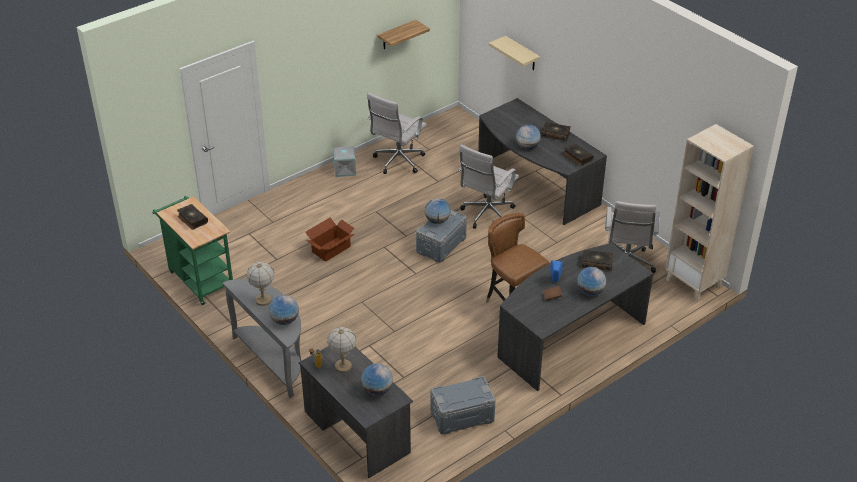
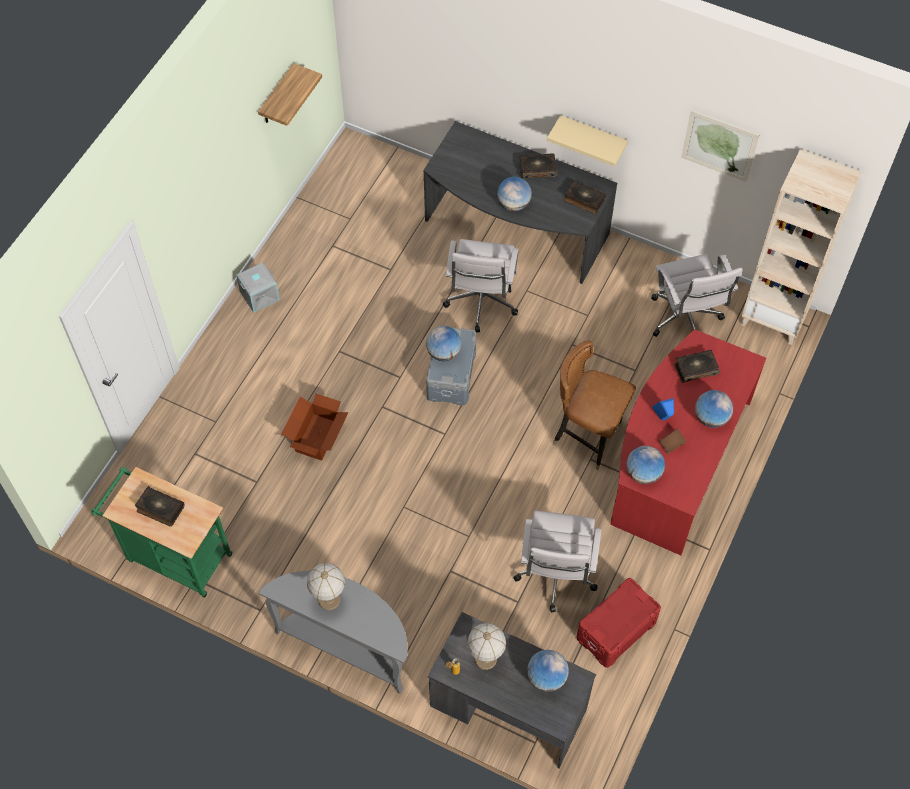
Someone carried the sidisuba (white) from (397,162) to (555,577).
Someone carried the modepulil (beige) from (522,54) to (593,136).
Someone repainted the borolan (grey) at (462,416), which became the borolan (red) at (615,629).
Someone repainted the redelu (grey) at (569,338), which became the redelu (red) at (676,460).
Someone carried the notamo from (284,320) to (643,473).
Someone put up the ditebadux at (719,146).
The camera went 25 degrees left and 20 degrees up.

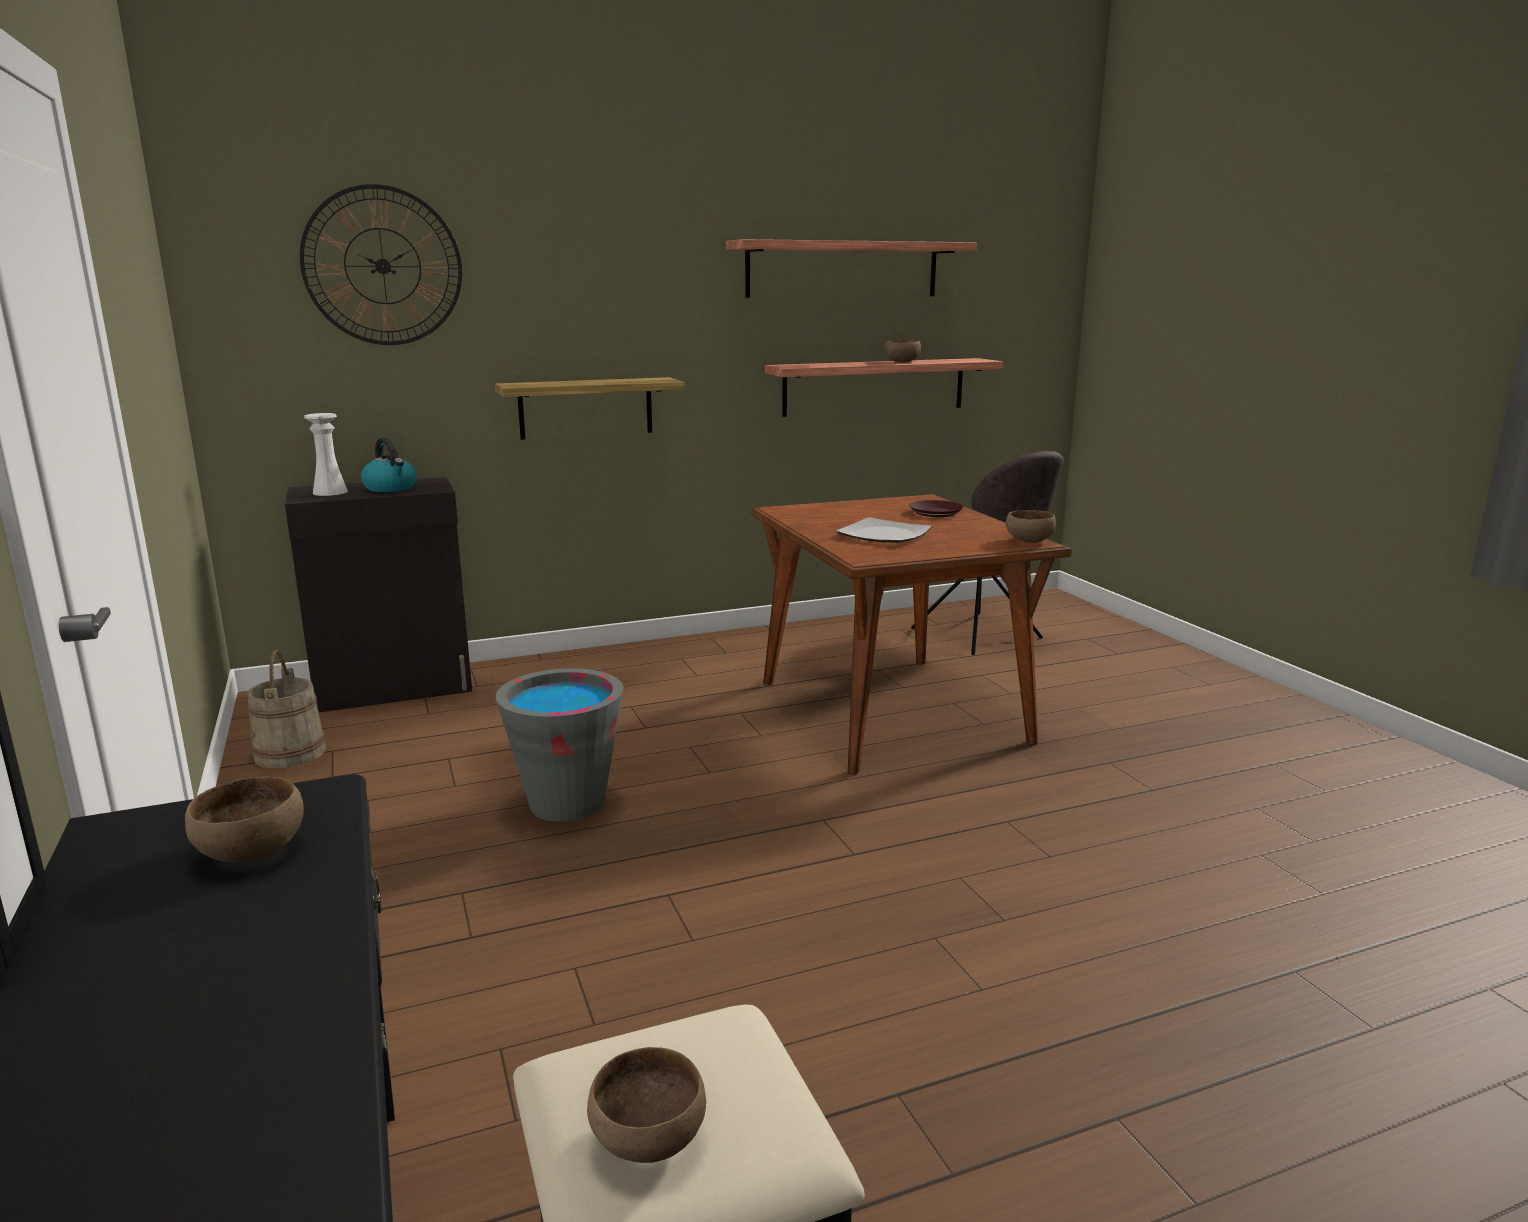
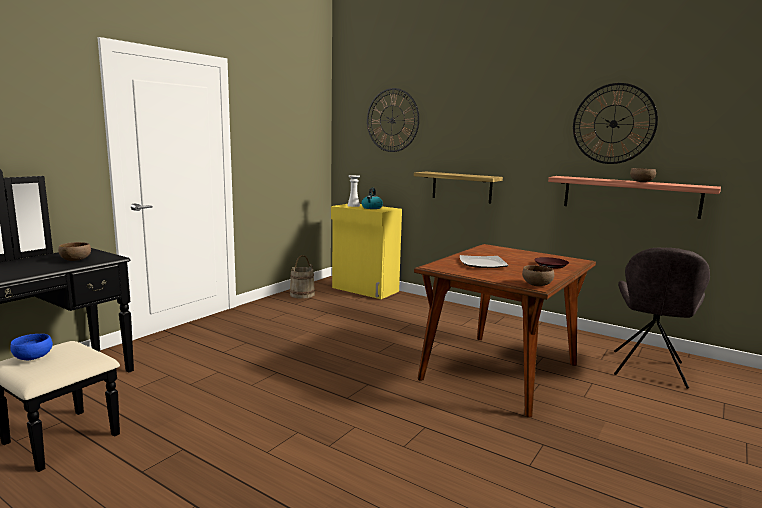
Someone repainted the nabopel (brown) at (646,1138), which became the nabopel (blue) at (32,357).
Someone repainted the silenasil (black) at (395,688), which became the silenasil (yellow) at (365,290).
Someone swapped the modepulil at (843,269) for the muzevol at (613,124).
Someone took away the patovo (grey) at (567,803).
The camera went 55 degrees right and 5 degrees down.

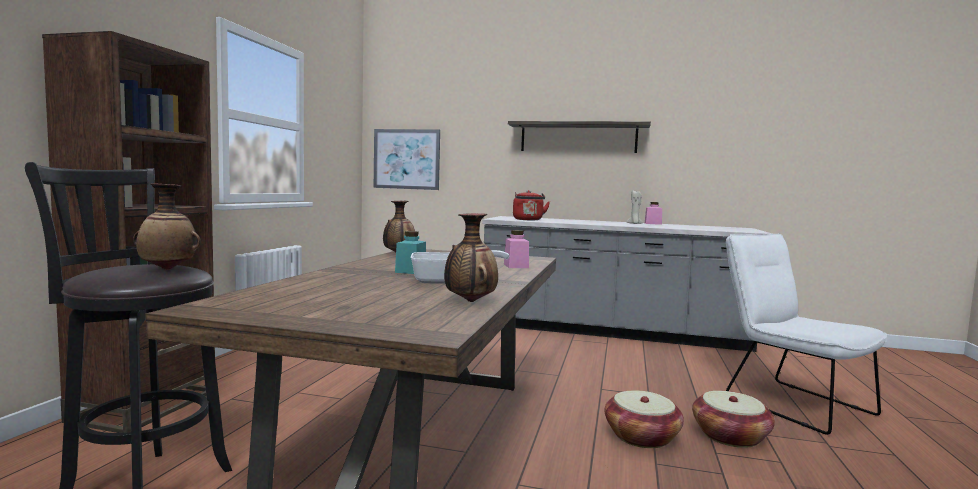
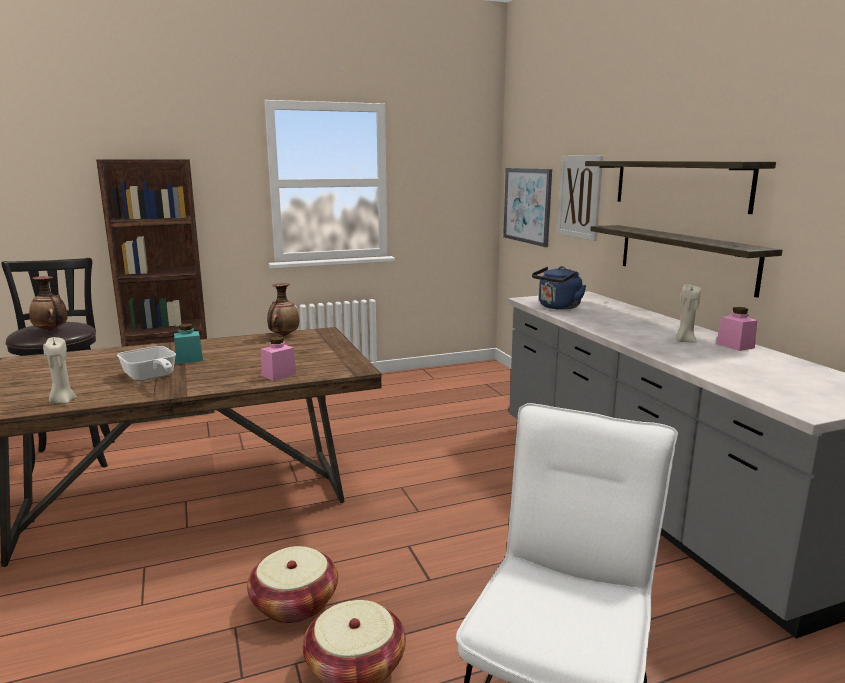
Someone swapped the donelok at (469,301) for the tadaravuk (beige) at (62,401).
Someone repainted the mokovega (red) at (528,220), which became the mokovega (blue) at (557,307).
Someone put up the ditebadux at (579,197).
Someone put up the modepulil at (685,257).
The camera went 55 degrees right and 10 degrees up.

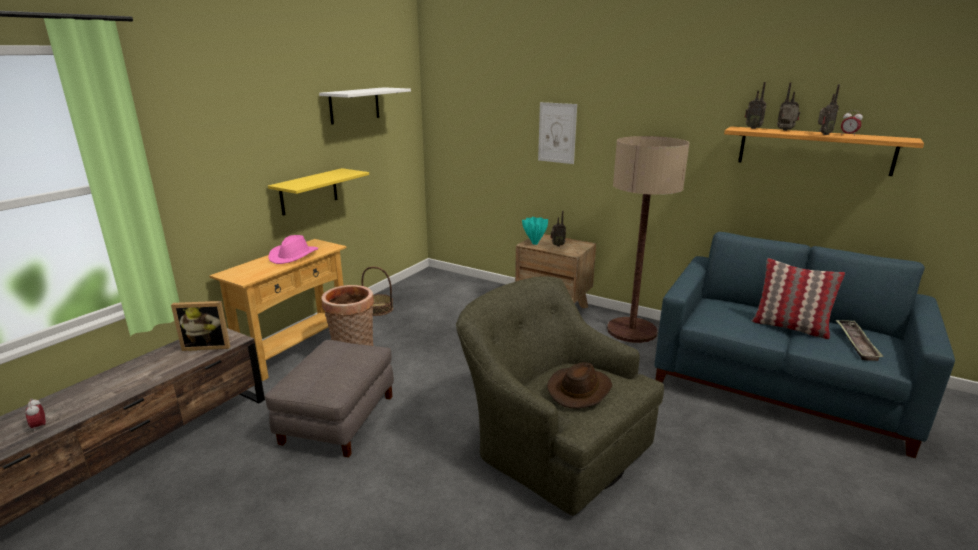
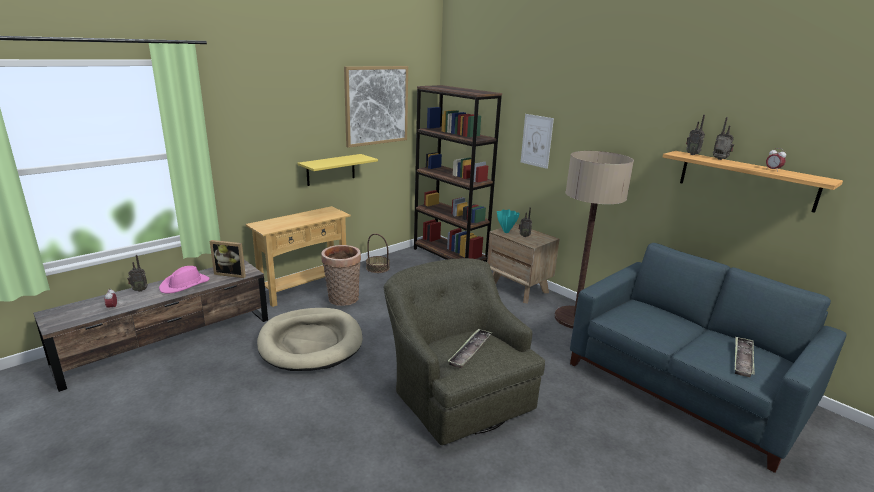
Someone carried the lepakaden from (823,134) to (139,290).
Someone carried the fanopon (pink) from (293,256) to (185,284).
Someone swapped the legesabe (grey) at (338,418) for the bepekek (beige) at (310,342).
Someone swapped the modepulil (white) at (354,105) for the ditebadux at (376,105).
Someone put down the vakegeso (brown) at (449,256).
Someone swapped the fanopon (brown) at (580,389) for the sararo at (470,351).
Someone took away the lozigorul at (790,327).
The camera went 15 degrees right and 0 degrees up.

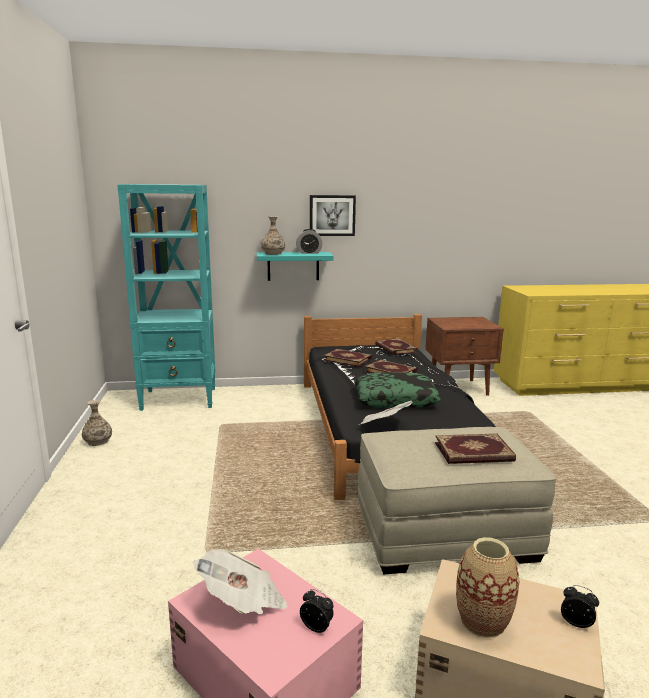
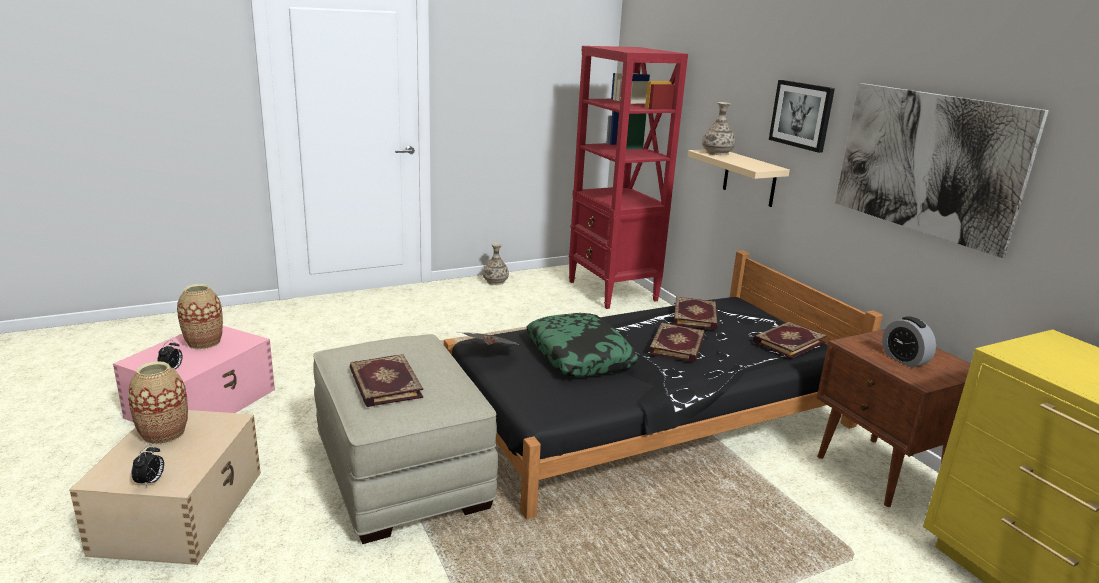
Someone swapped the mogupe at (243,602) for the donelok at (204,343).
Someone repainted the vakegeso (turquoise) at (180,399), which became the vakegeso (red) at (612,291).
Someone repainted the modepulil (turquoise) at (293,266), which became the modepulil (beige) at (749,178).
Someone put up the ditebadux at (927,163).
Someone carried the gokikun from (309,253) to (904,359).
The camera went 70 degrees right and 5 degrees up.

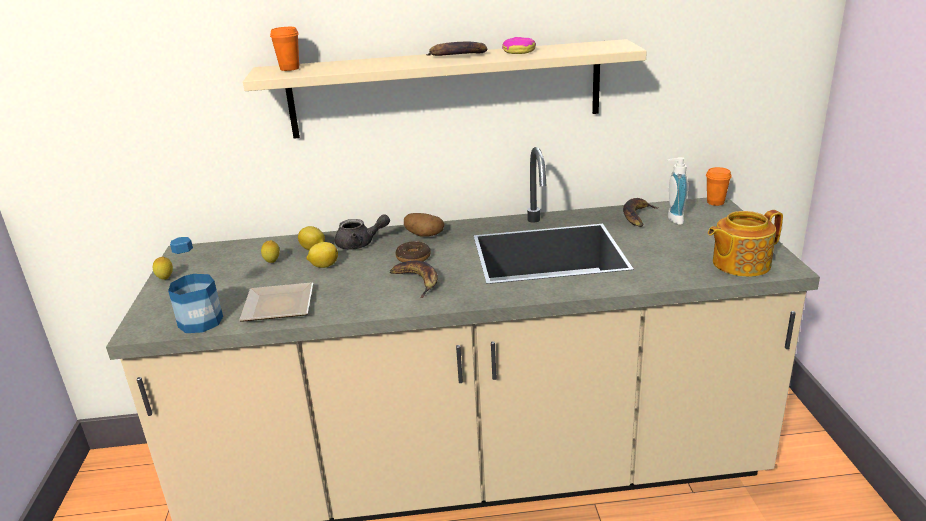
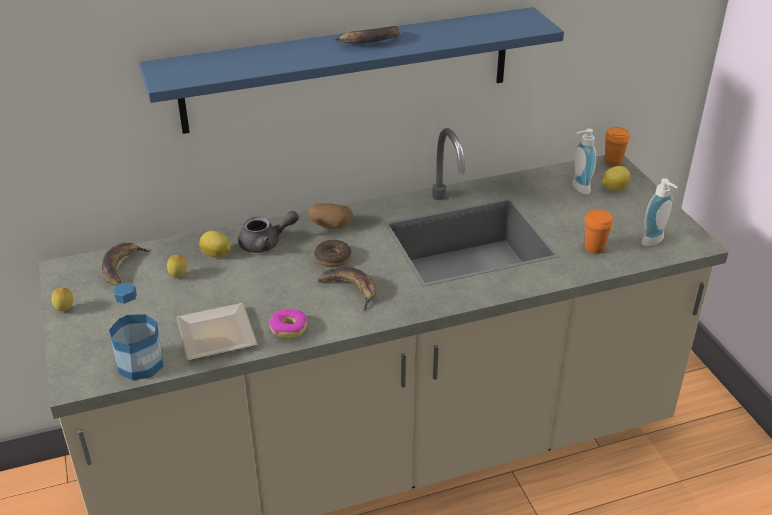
Someone carried the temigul from (638,216) to (123,267).
Someone repainted the modepulil (beige) at (445,89), which became the modepulil (blue) at (348,70).
Someone carried the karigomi from (519,51) to (288,328).
Someone carried the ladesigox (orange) from (289,68) to (594,248).
Someone carried the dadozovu from (324,266) to (614,188).
Someone swapped the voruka at (739,264) for the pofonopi at (655,242).
The camera went 15 degrees left and 10 degrees up.

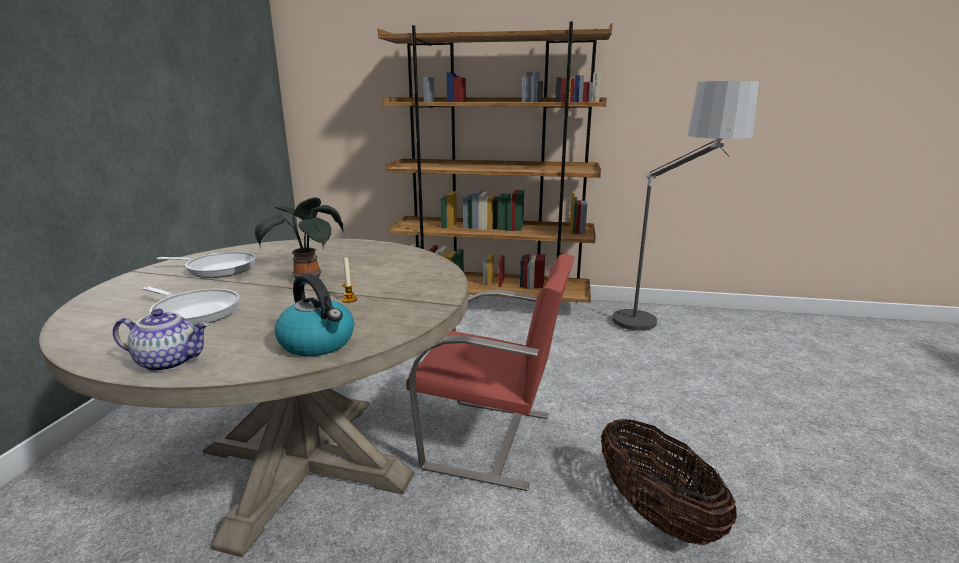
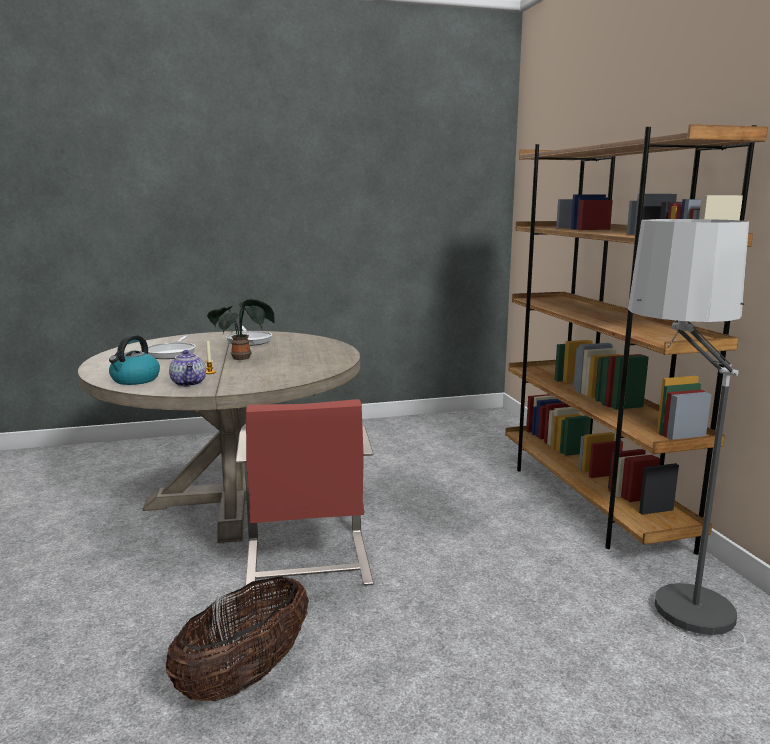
Someone carried the voruka from (170,361) to (189,383).
The camera went 65 degrees right and 5 degrees down.

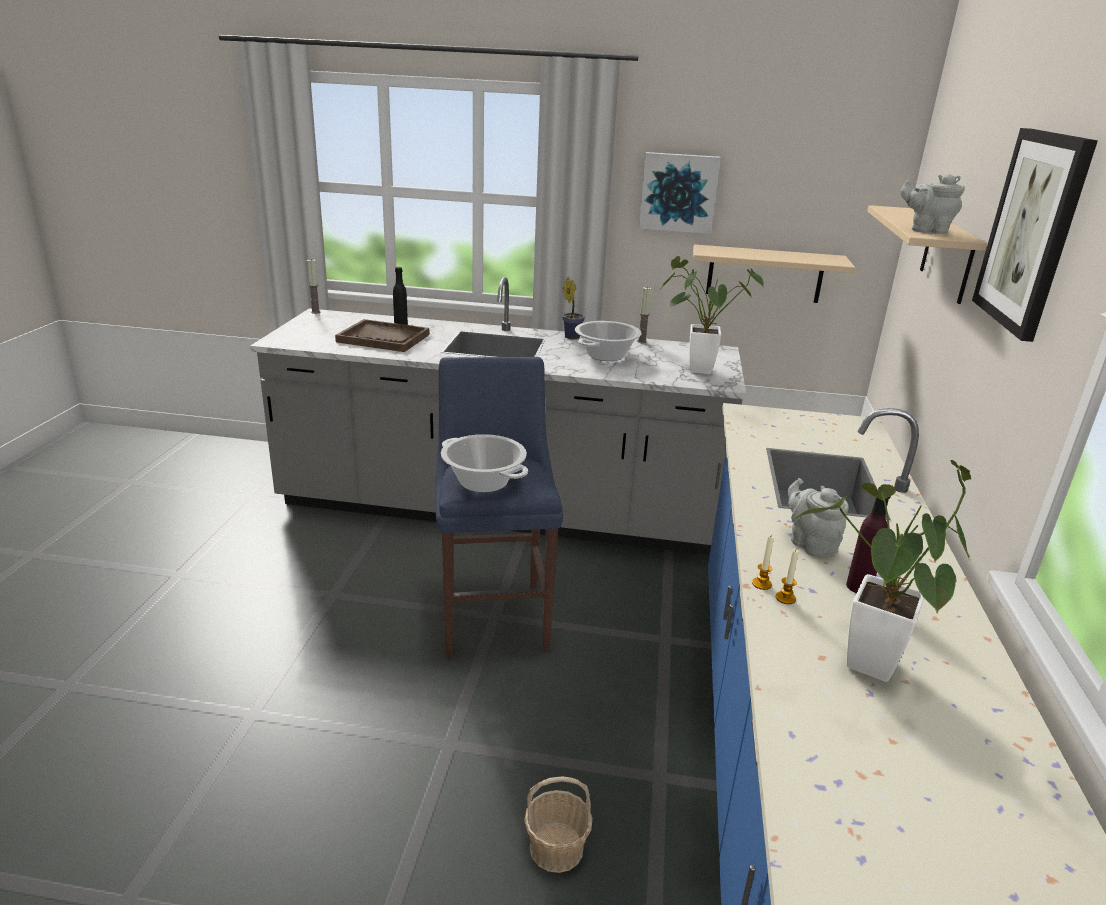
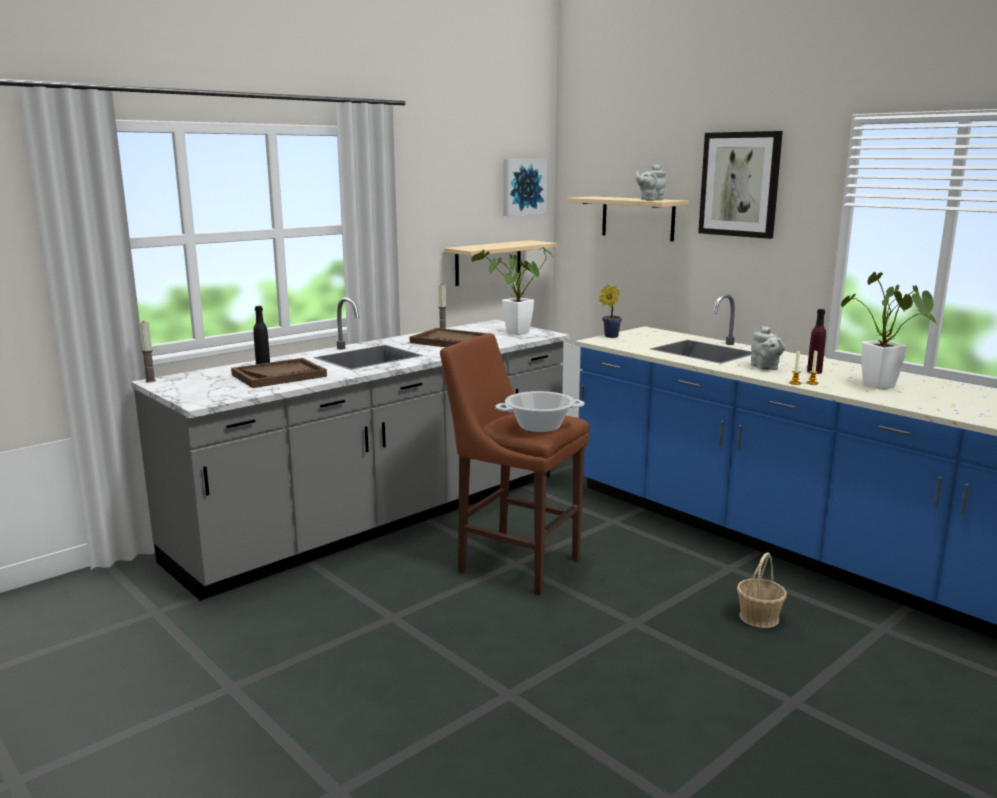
Someone swapped the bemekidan at (606,355) for the sararo (brown) at (450,341).
Someone repainted the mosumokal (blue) at (494,615), which became the mosumokal (brown) at (514,563).
Someone carried the ditebadux from (678,192) to (523,187).
Someone carried the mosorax from (571,336) to (609,336).
Someone rotated the voruka (grey) at (810,543) by 120 degrees counterclockwise.
The camera went 50 degrees left and 10 degrees down.

